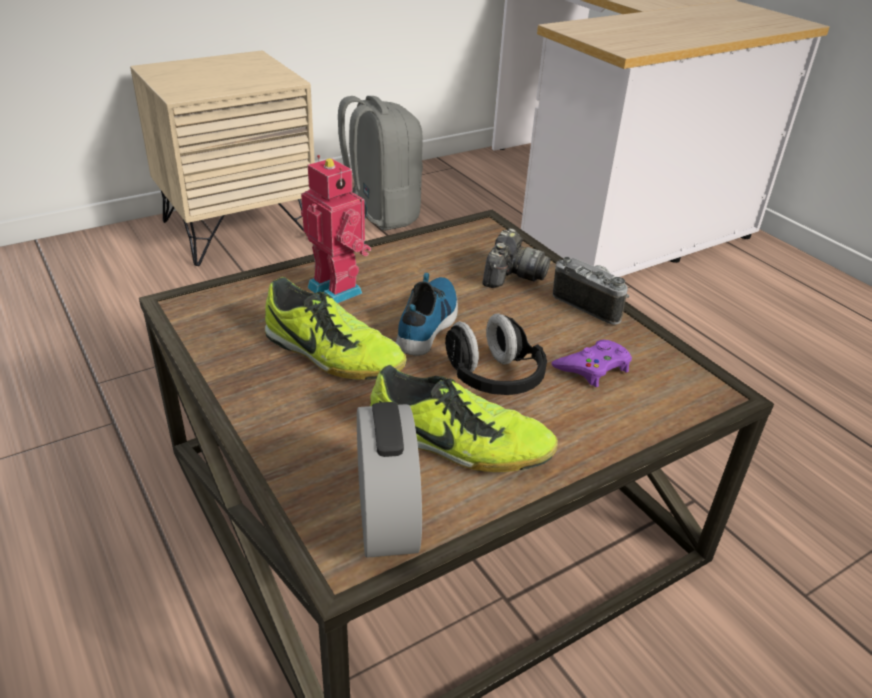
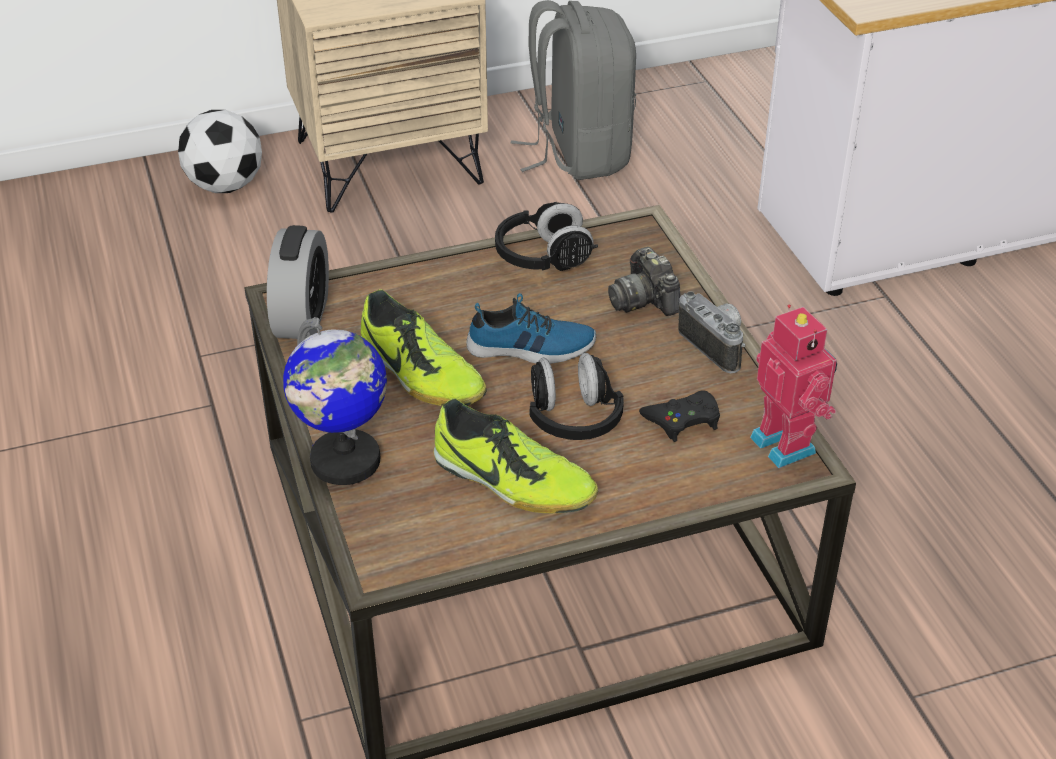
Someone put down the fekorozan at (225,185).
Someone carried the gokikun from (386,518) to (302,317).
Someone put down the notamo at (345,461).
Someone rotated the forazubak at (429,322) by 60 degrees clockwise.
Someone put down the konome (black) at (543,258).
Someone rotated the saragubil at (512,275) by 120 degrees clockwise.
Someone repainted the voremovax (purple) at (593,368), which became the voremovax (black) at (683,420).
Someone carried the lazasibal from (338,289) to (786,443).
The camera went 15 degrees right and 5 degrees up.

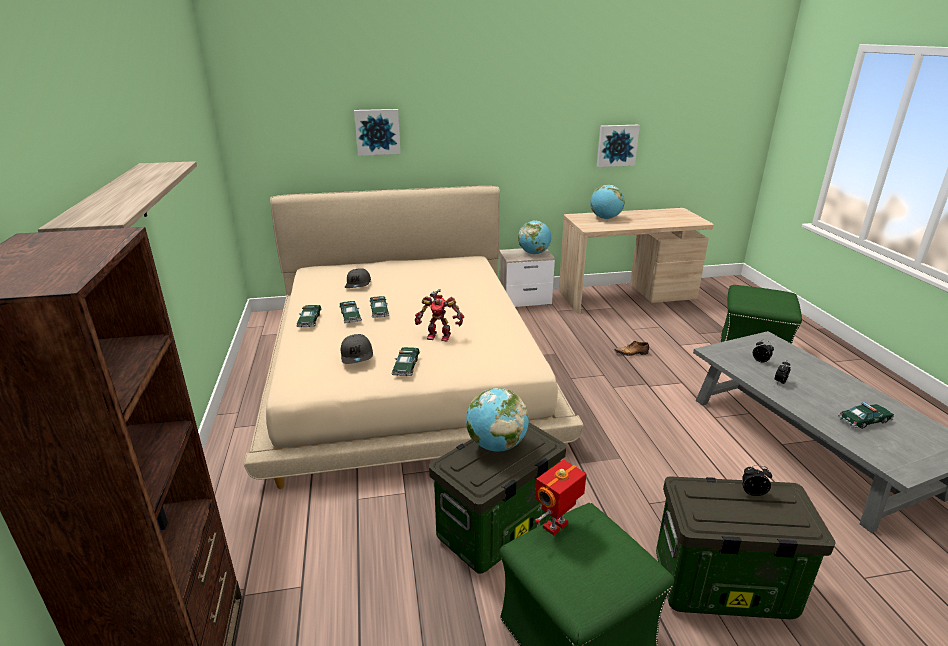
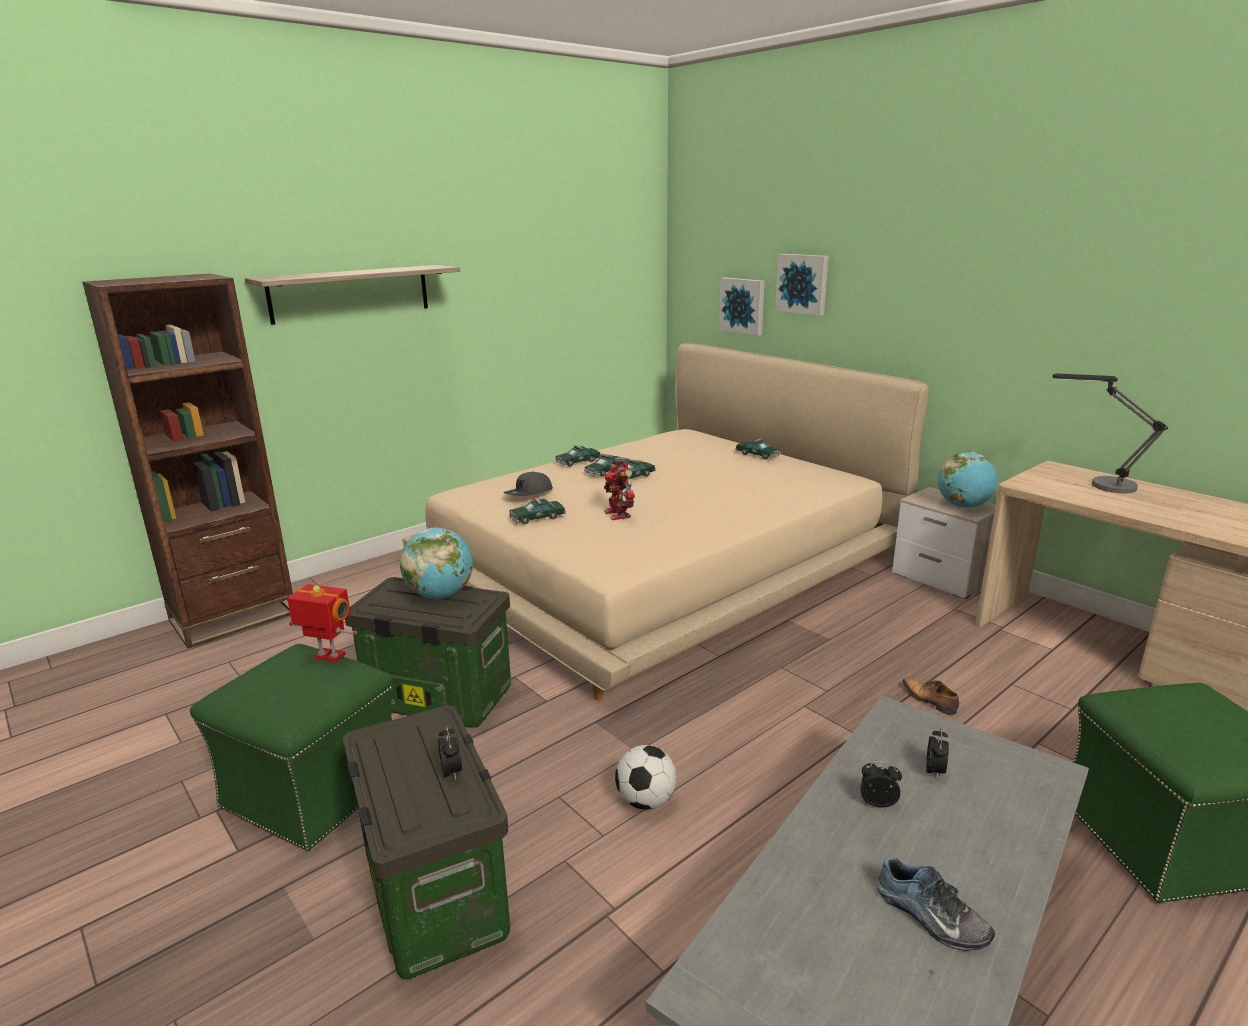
Someone put down the fekorozan at (645,801).
Someone carried the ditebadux from (616,145) to (743,305).
Someone carried the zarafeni from (864,421) to (757,455).
Someone put down the forazubak at (929,917).
Someone swapped the notamo at (605,218) for the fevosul at (1099,484).
Someone took away the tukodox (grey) at (358,284).
The camera went 60 degrees right and 5 degrees down.

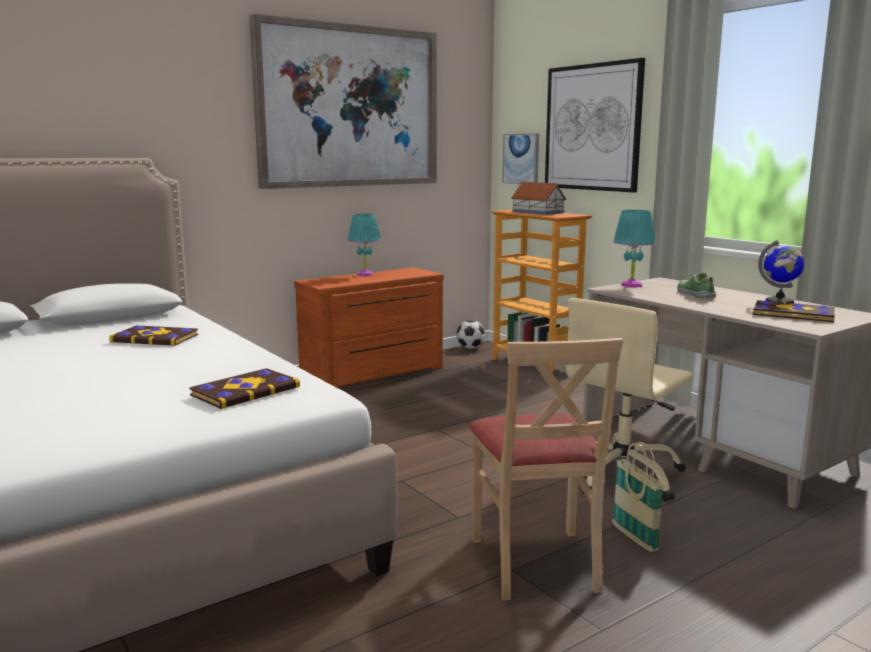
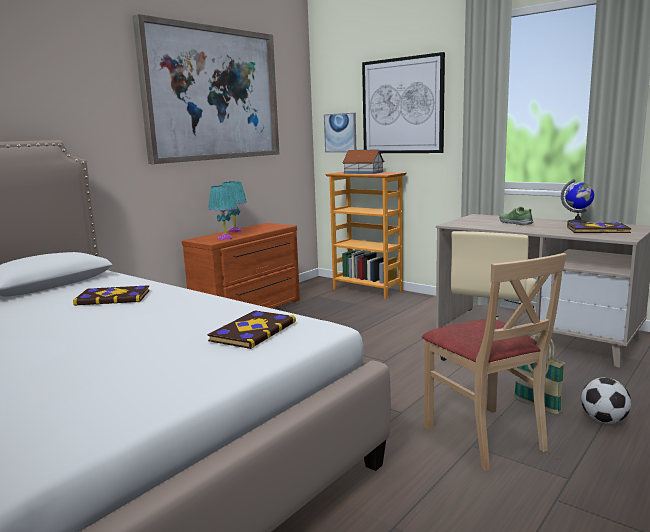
Someone carried the fevosul (turquoise) from (631,285) to (224,238).
Someone carried the fekorozan from (470,348) to (603,420).
The camera went 15 degrees left and 0 degrees up.

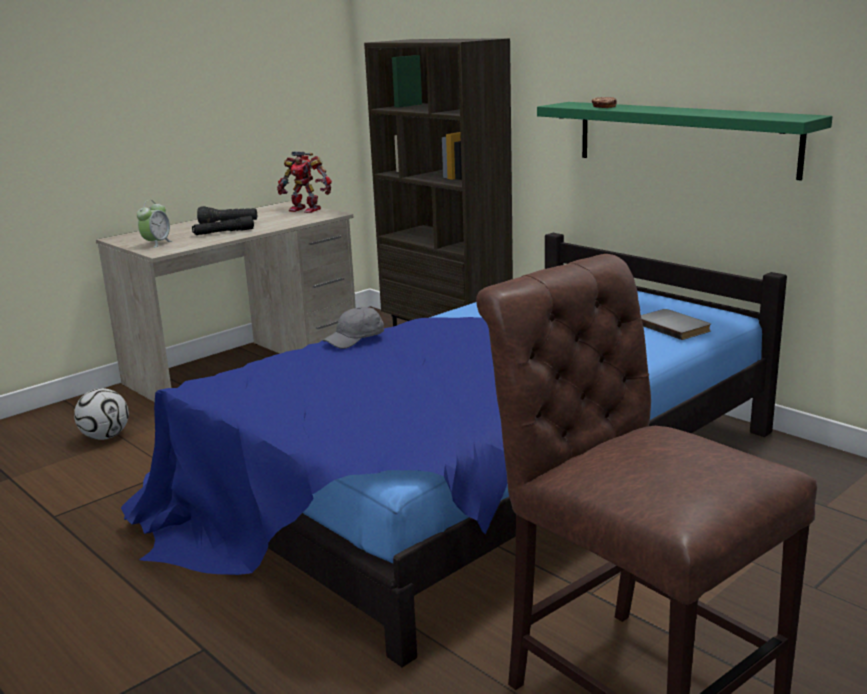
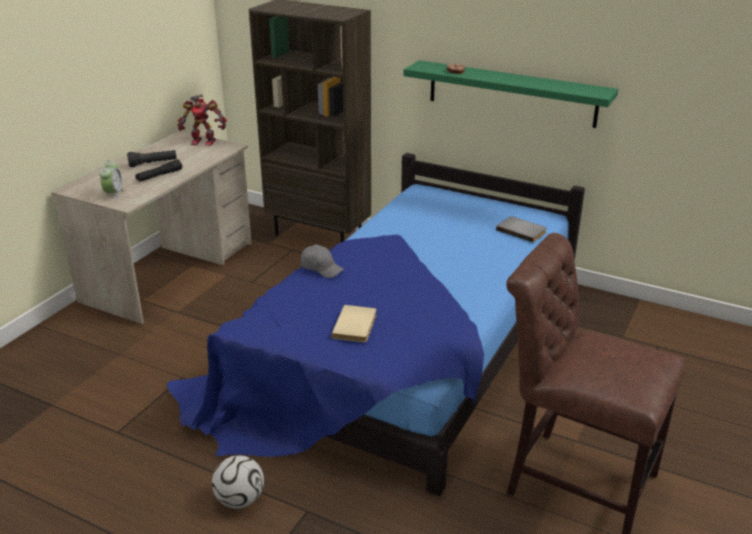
Someone carried the fekorozan from (105,437) to (240,499).
Someone rotated the tukodox (grey) at (355,339) by 90 degrees counterclockwise.
Someone put down the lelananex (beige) at (356,326).
The camera went 20 degrees left and 10 degrees up.

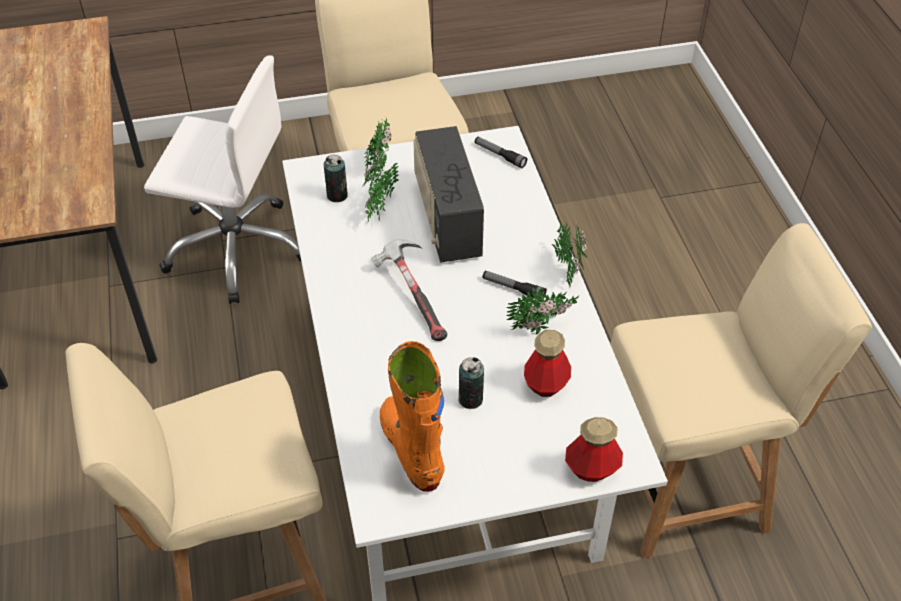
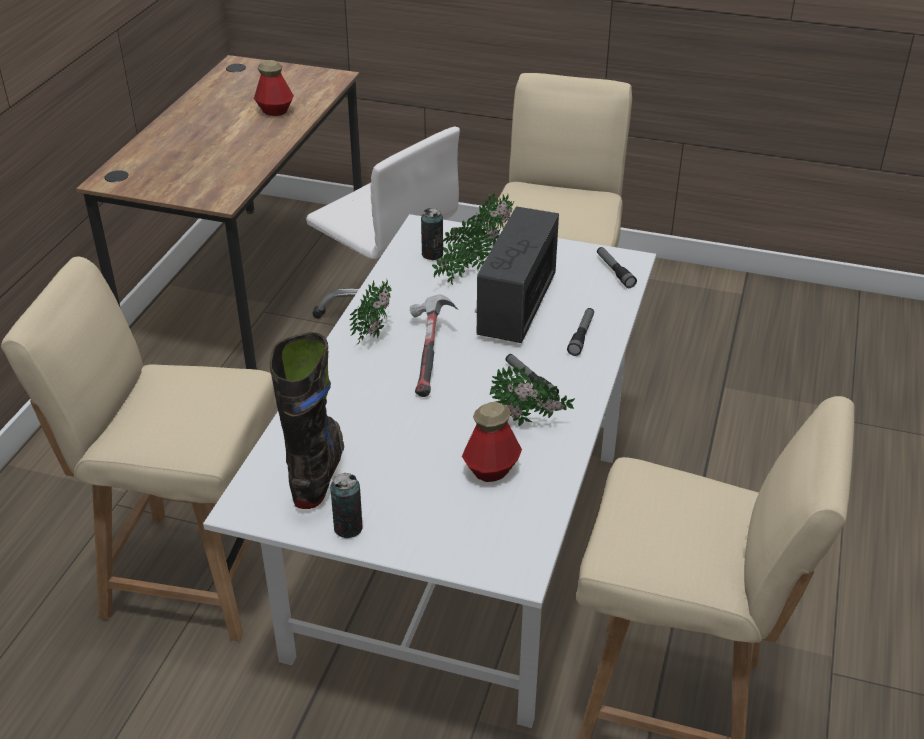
Someone carried the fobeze from (591,469) to (275,111).
Someone repainted the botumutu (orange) at (412,450), which became the botumutu (black) at (317,471).
Someone carried the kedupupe from (470,399) to (348,528).
Someone carried the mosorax from (567,268) to (377,332).
Someone put down the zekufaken at (581,336).
The camera went 30 degrees right and 10 degrees down.

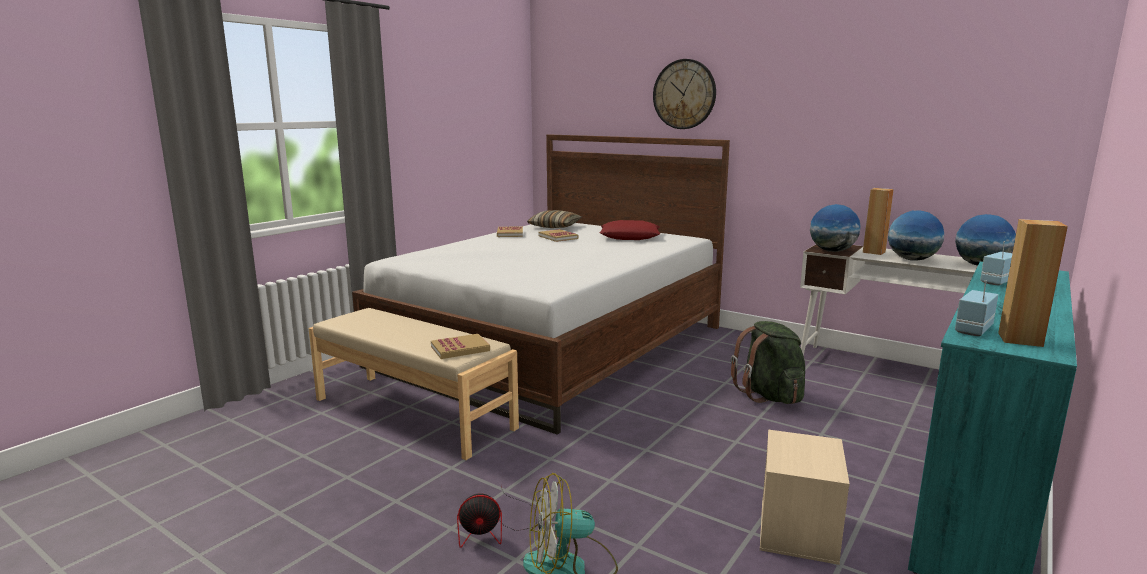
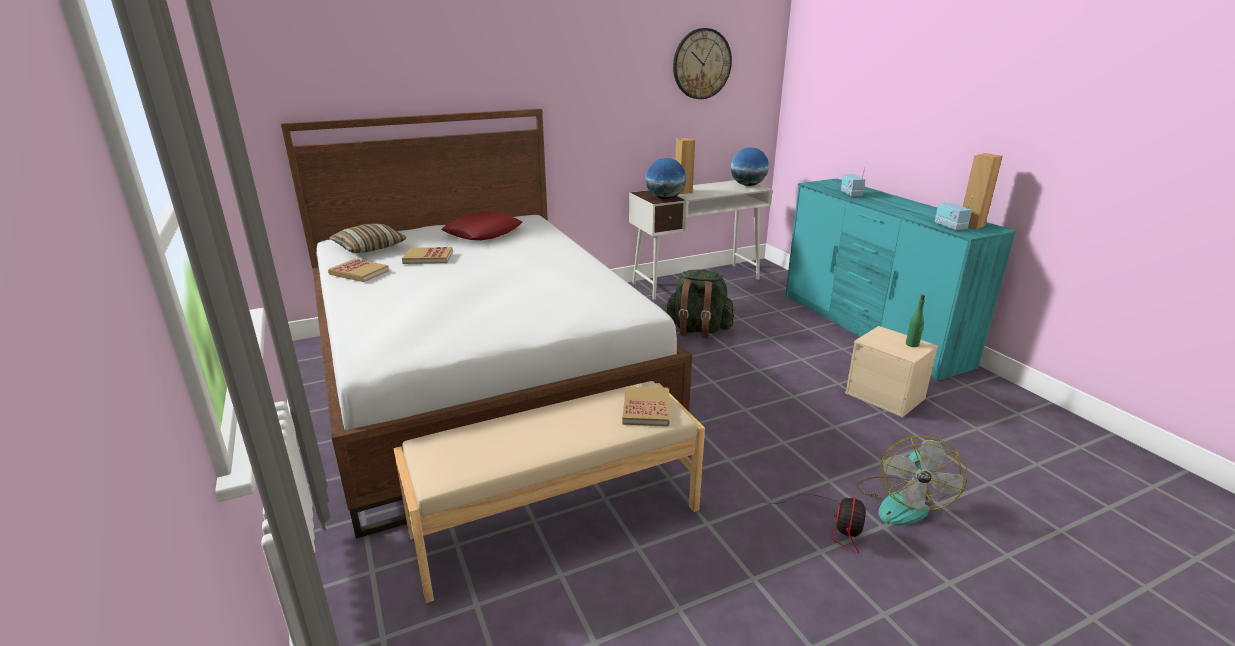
Someone carried the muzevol from (684,94) to (701,64).
Someone put down the fobeze (green) at (912,344).
Someone took away the notamo at (912,259).
The camera went 60 degrees left and 10 degrees up.

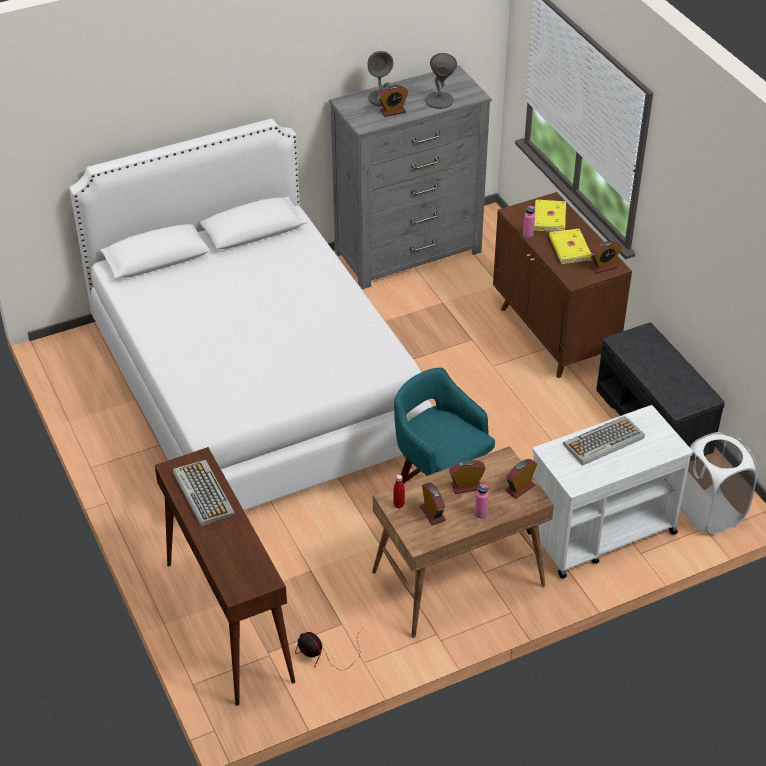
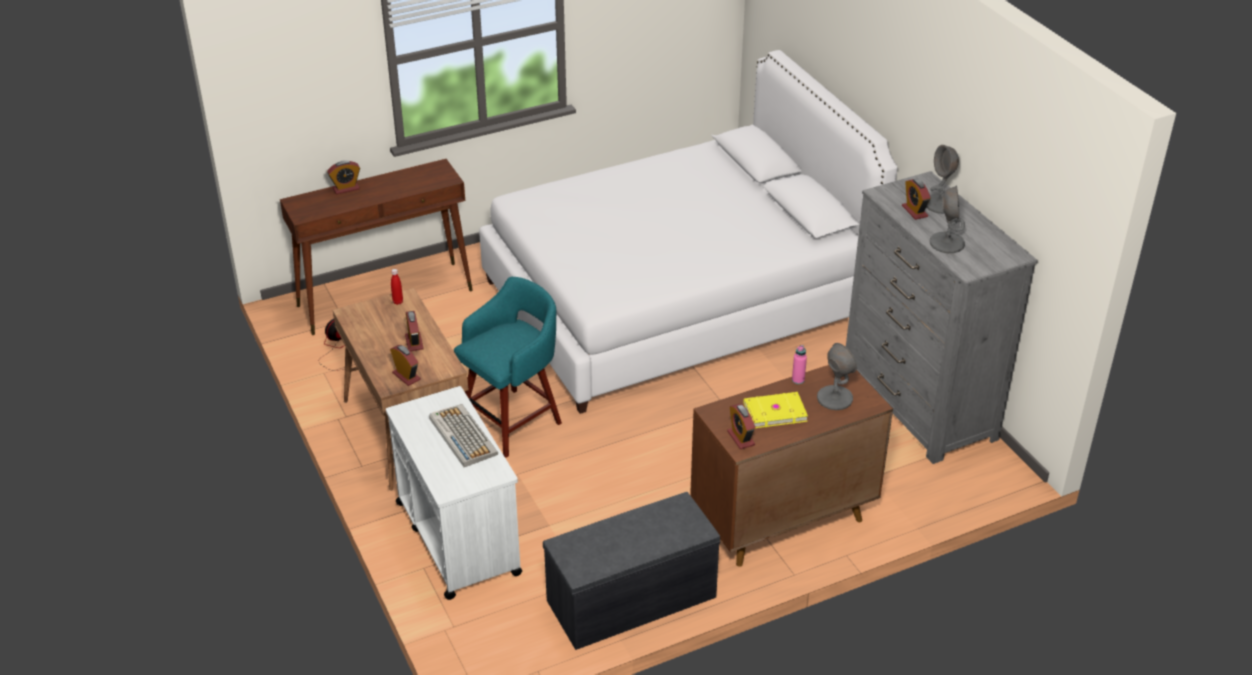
Someone carried the gokikun from (432,513) to (346,188).
Someone swapped the lelananex (yellow) at (548,218) for the fevosul (grey) at (834,398).
Someone took away the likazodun at (202,493).
Someone took away the fobeze (pink) at (480,513).
Someone took away the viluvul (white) at (710,512).
The camera went 90 degrees right and 5 degrees down.

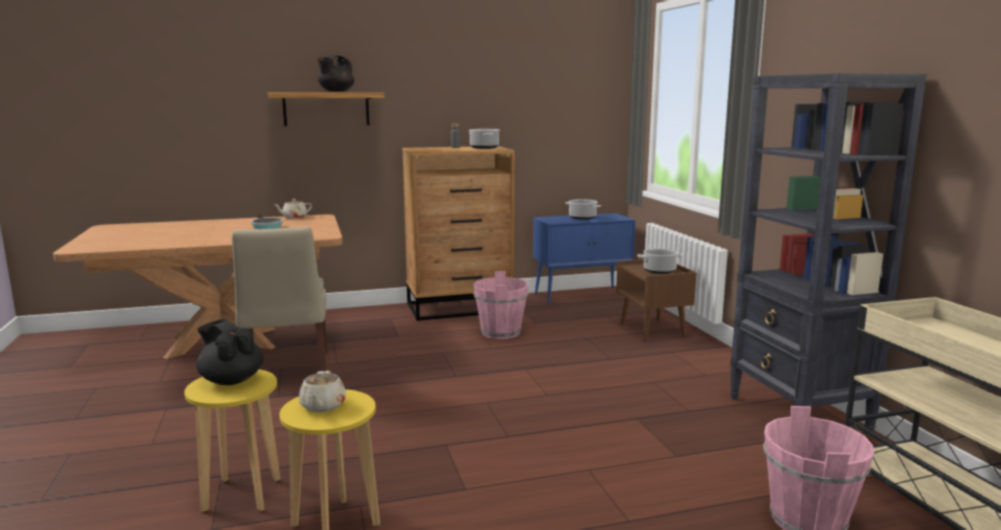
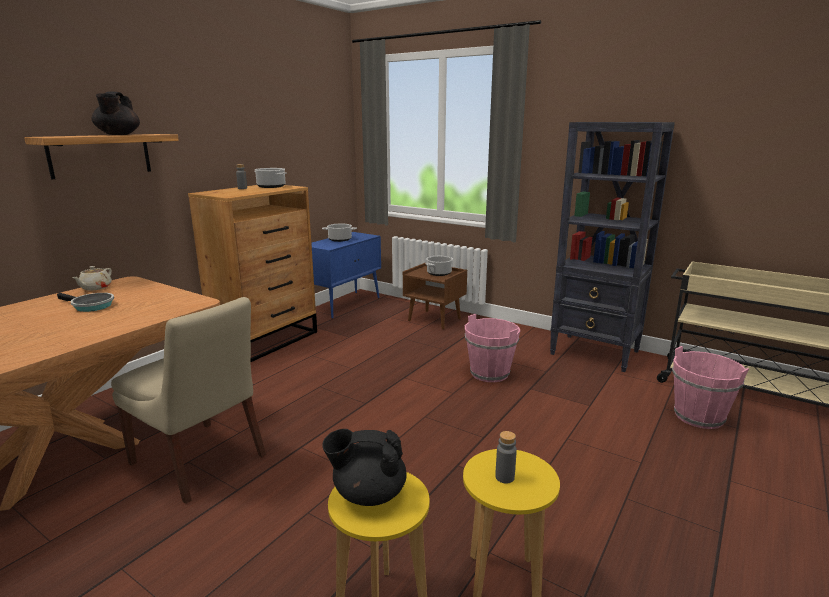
Someone carried the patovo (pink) from (501,332) to (490,373).
Someone swapped the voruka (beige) at (322,406) for the fobeze (grey) at (504,477).
The camera went 40 degrees left and 5 degrees up.

